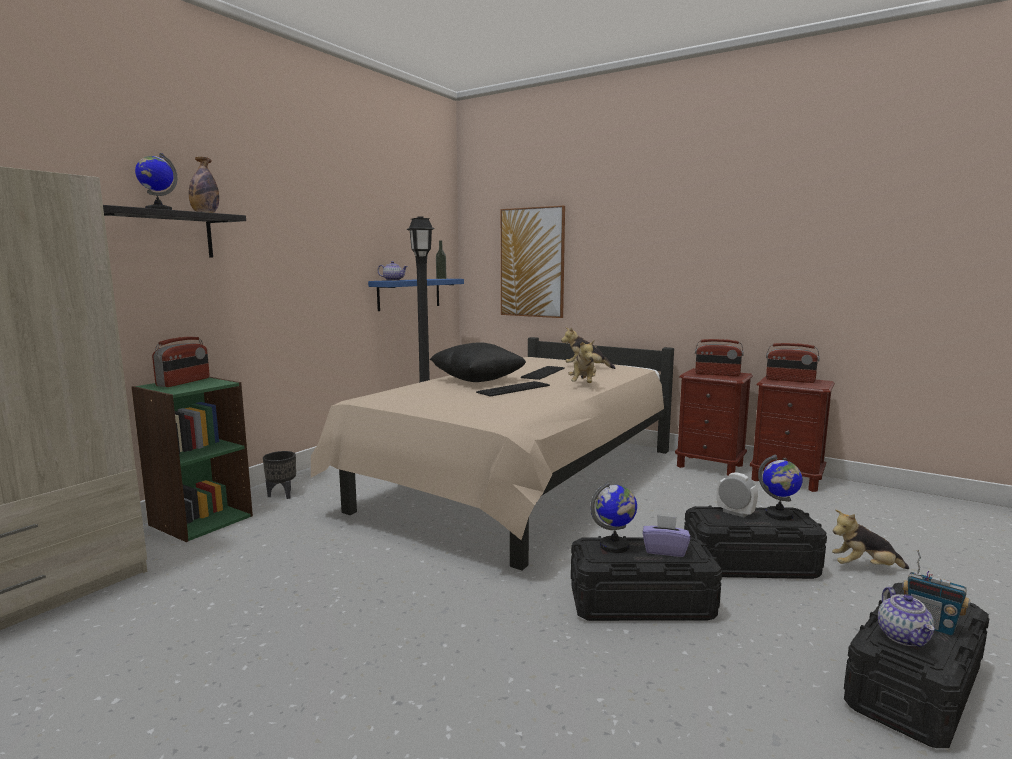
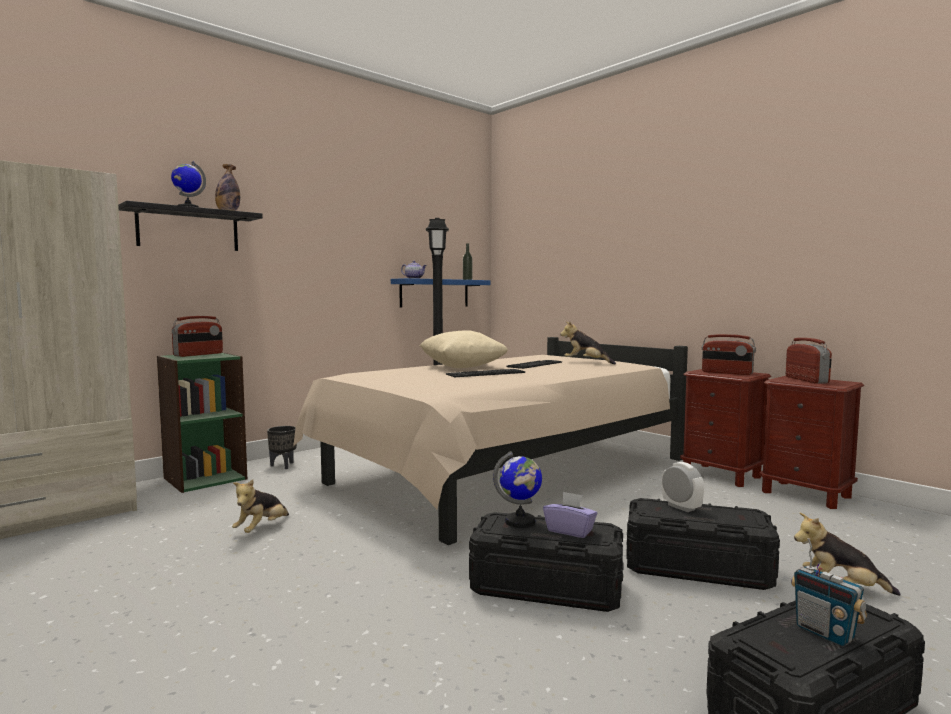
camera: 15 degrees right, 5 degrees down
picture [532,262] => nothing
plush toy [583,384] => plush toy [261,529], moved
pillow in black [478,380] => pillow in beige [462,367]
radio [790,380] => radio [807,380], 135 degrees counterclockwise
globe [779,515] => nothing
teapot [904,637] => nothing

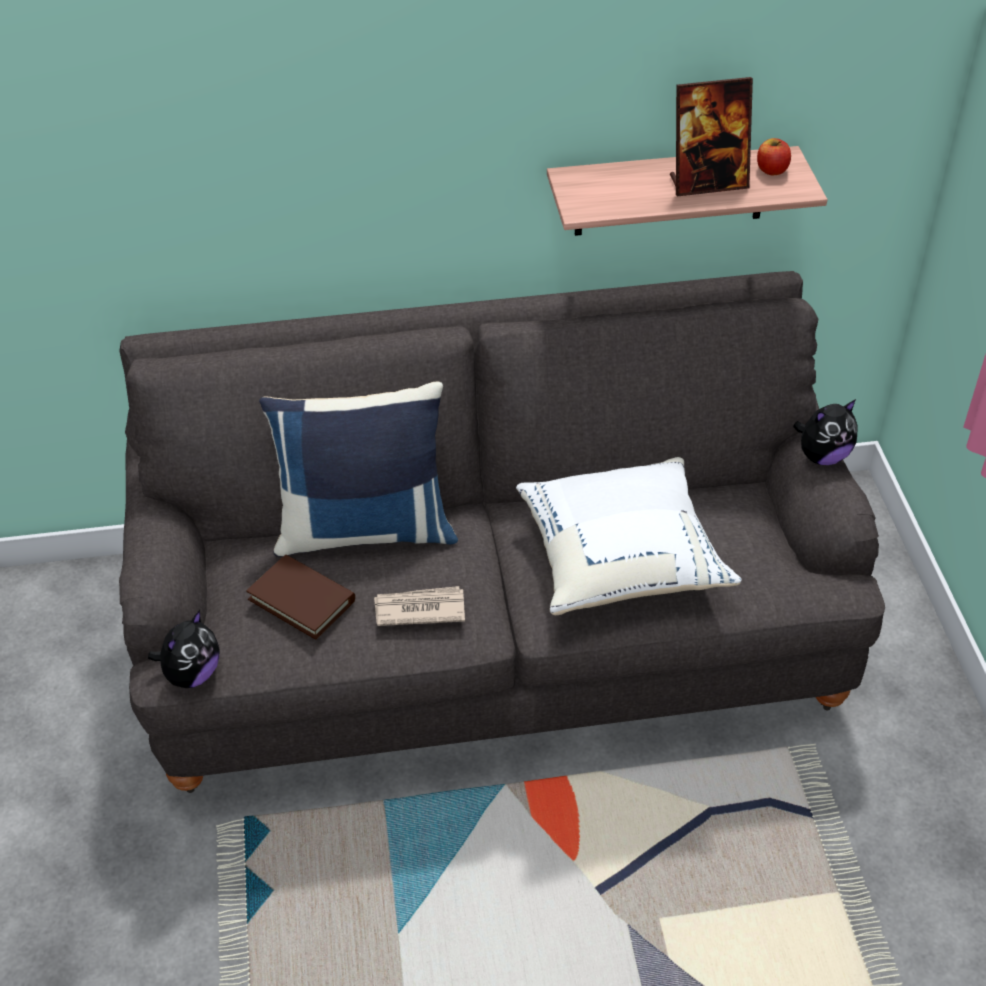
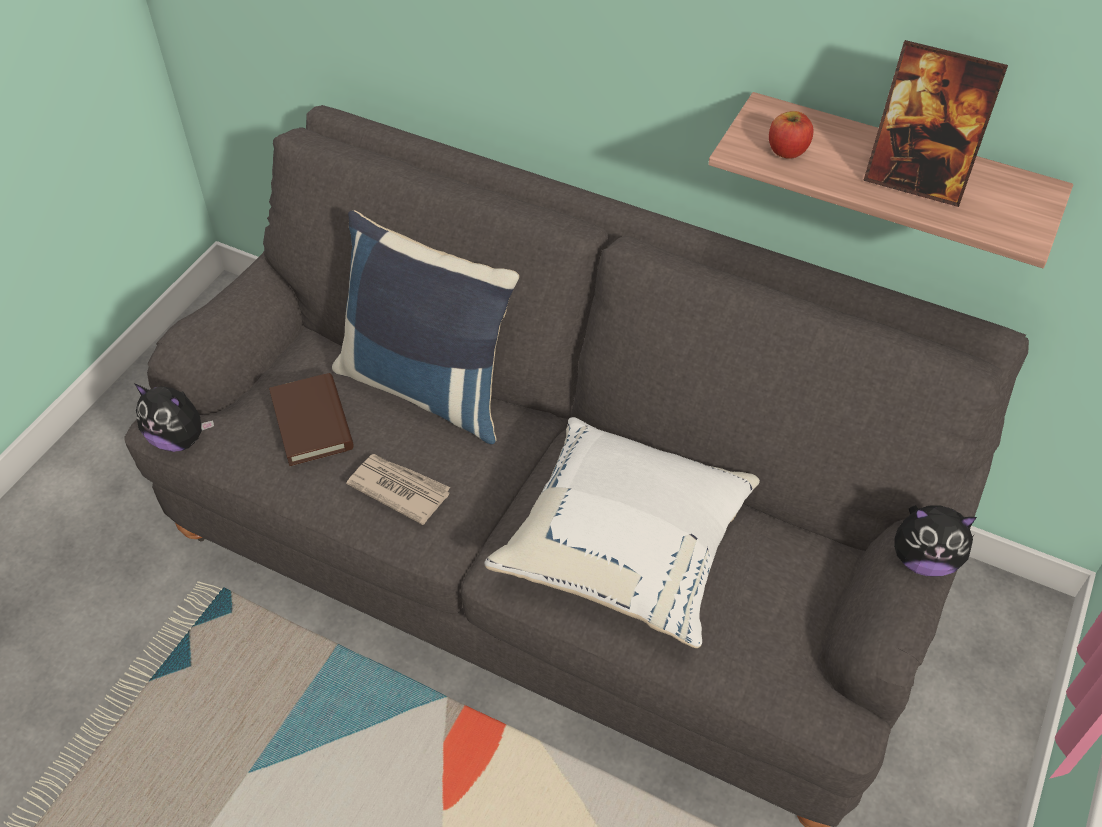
camera: 35 degrees right, 5 degrees up
apple [772,170] => apple [787,150], moved
plush toy [191,674] => plush toy [180,438], 45 degrees clockwise

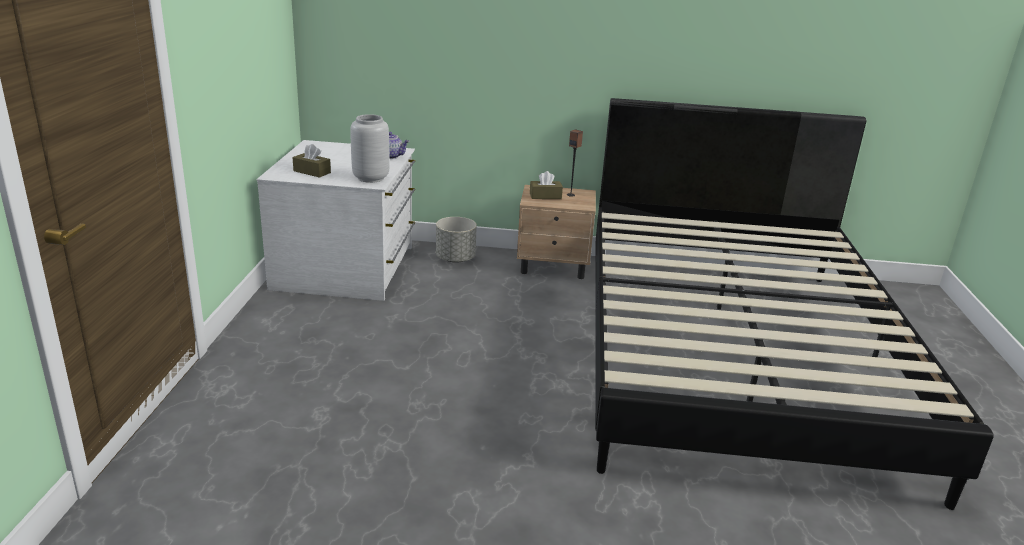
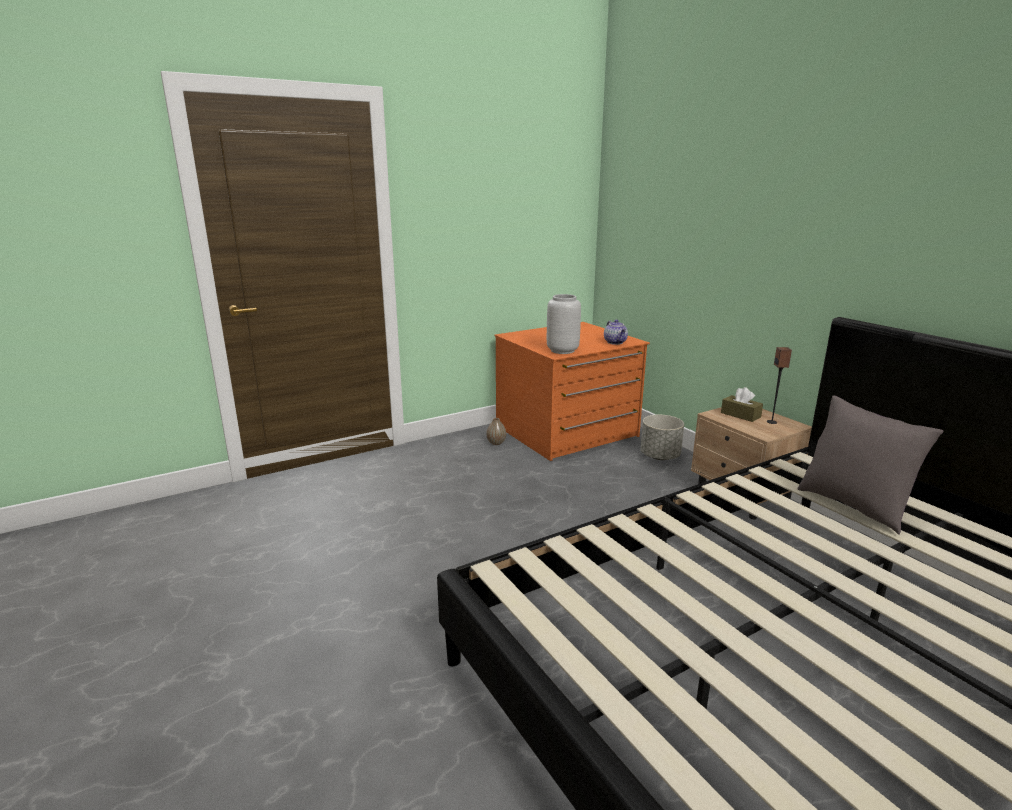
camera: 55 degrees right, 5 degrees down
dresser in white [346,268] => dresser in orange [567,432]
tissue box in brown [312,172] => nothing
nothing => pillow in grey [853,506]
nothing => vase [496,443]

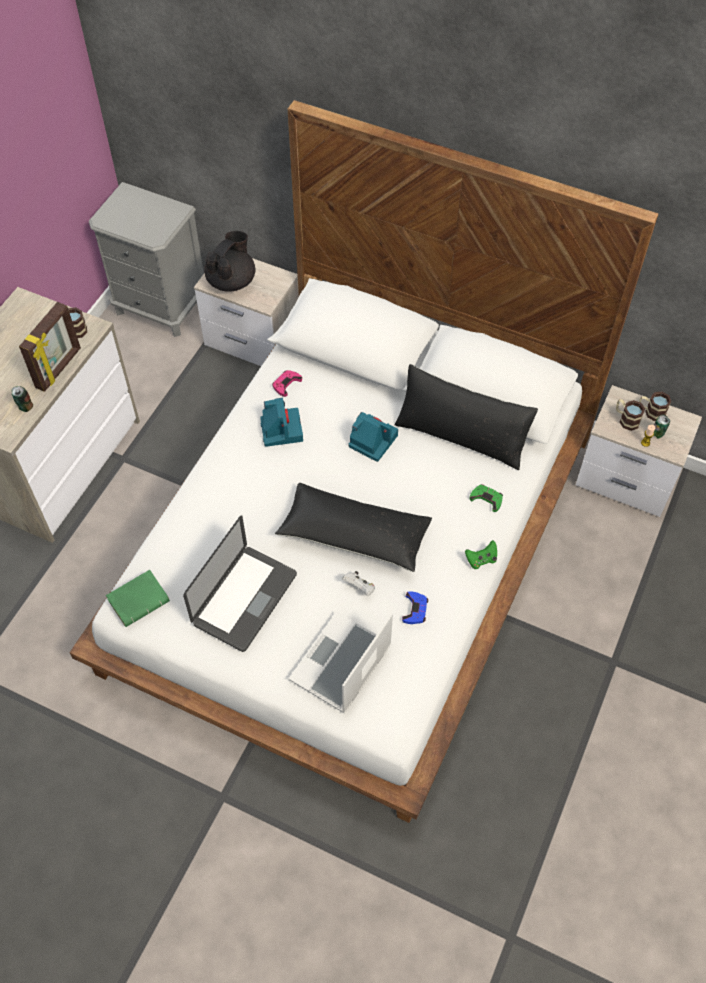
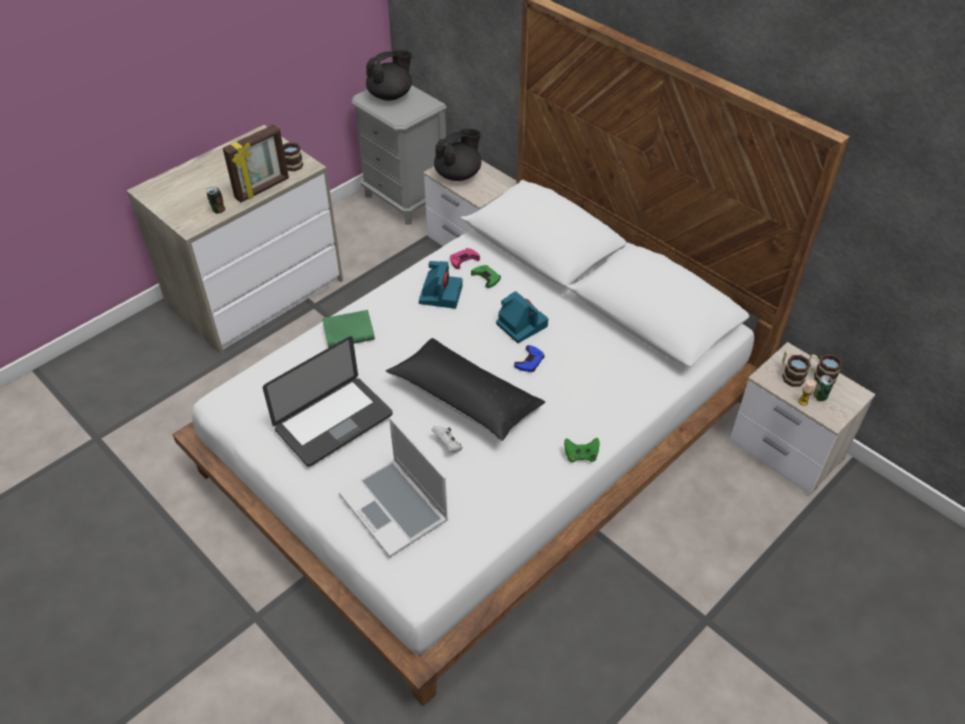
camera: 20 degrees right, 10 degrees down
pillow in black [461,435] => nothing
game controller in green [486,499] => game controller in green [486,278], moved
book in green [139,599] => book in green [350,331], moved
game controller in blue [415,610] => game controller in blue [529,361], moved
laptop [341,665] => laptop [396,508], 90 degrees counterclockwise
nothing => teapot in black [391,95]

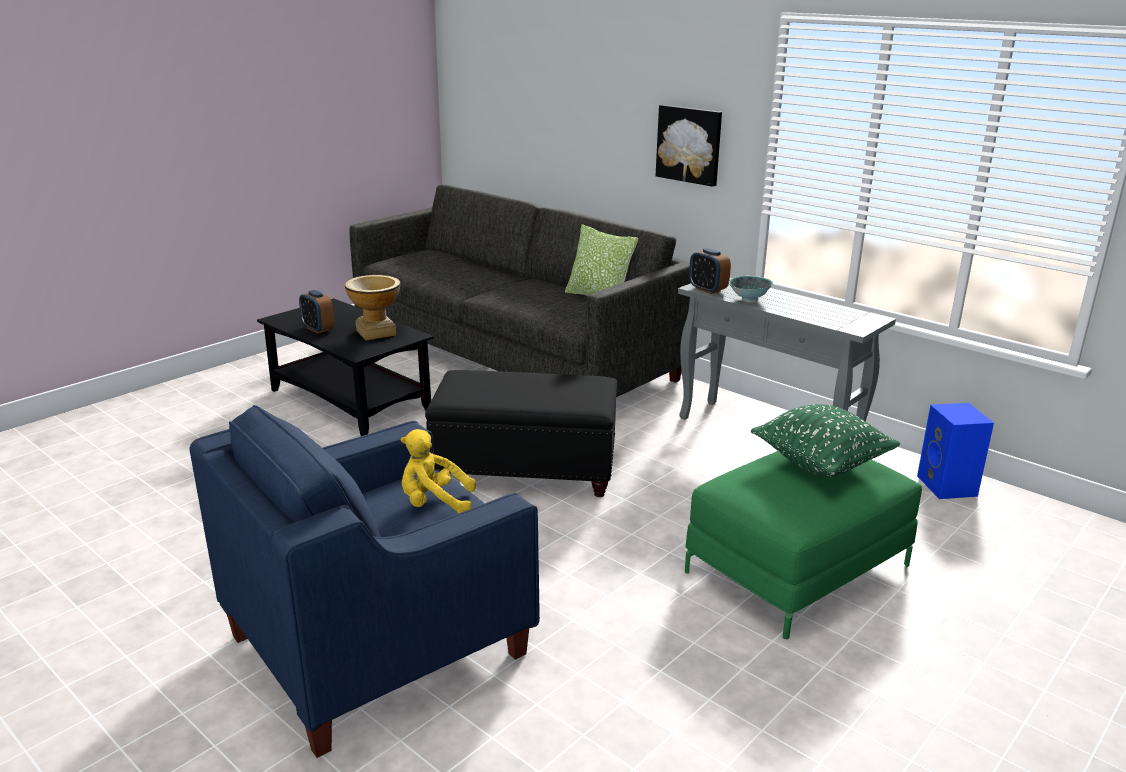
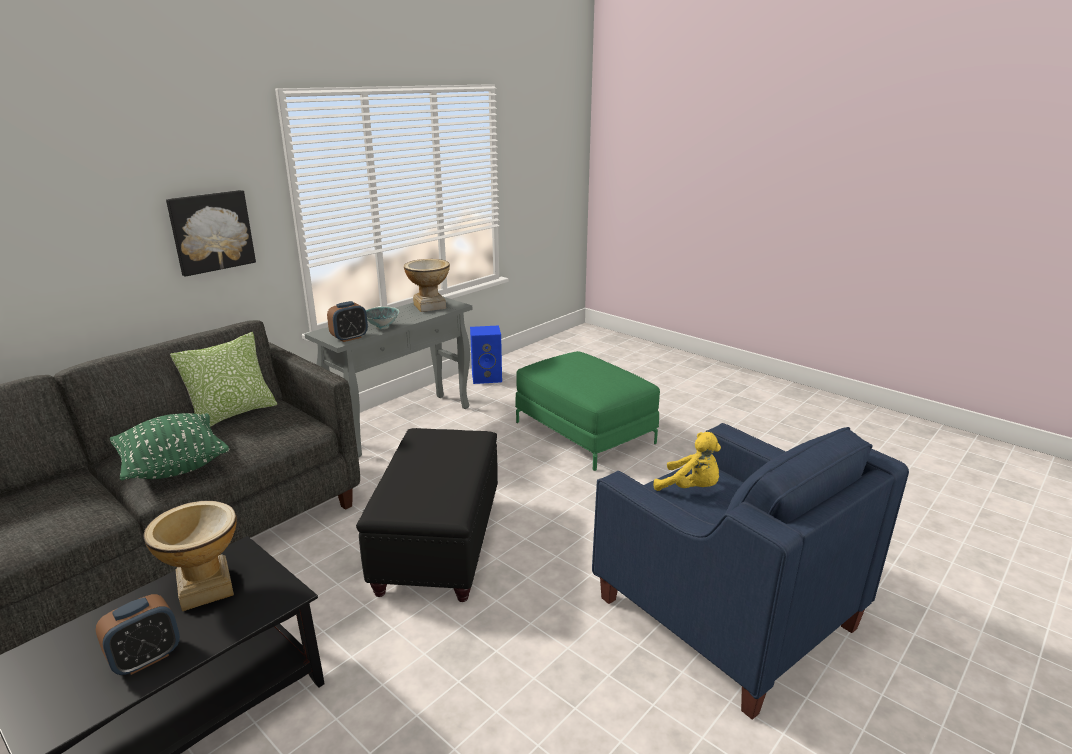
camera: 90 degrees left, 0 degrees up
pillow in green [821,463] => pillow in green [174,467], moved
plush toy in yellow [434,504] => plush toy in yellow [691,488], 60 degrees counterclockwise
nothing => vase [429,306]

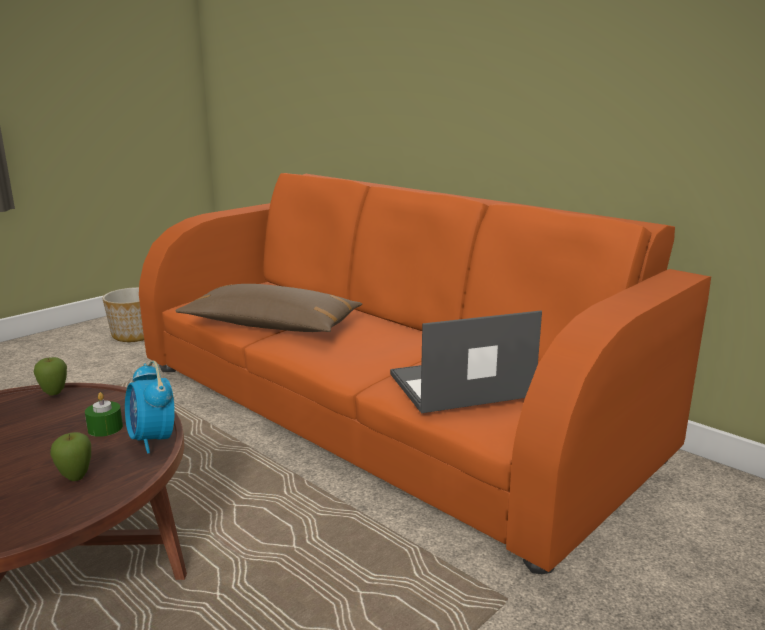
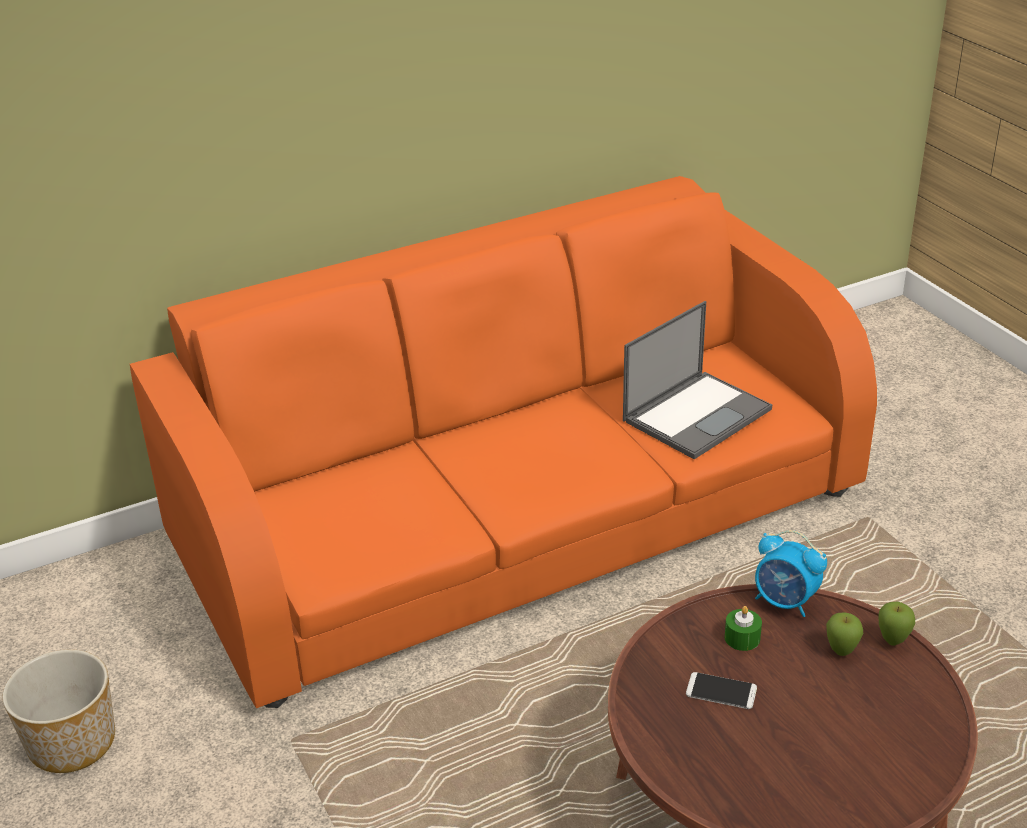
camera: 70 degrees left, 15 degrees up
pillow in brown [271,326] => nothing
laptop [458,386] => laptop [697,414], 135 degrees counterclockwise
apple [54,394] => apple [892,641], moved
alarm clock [152,440] => alarm clock [785,602], 45 degrees clockwise
nothing => phone [721,691]

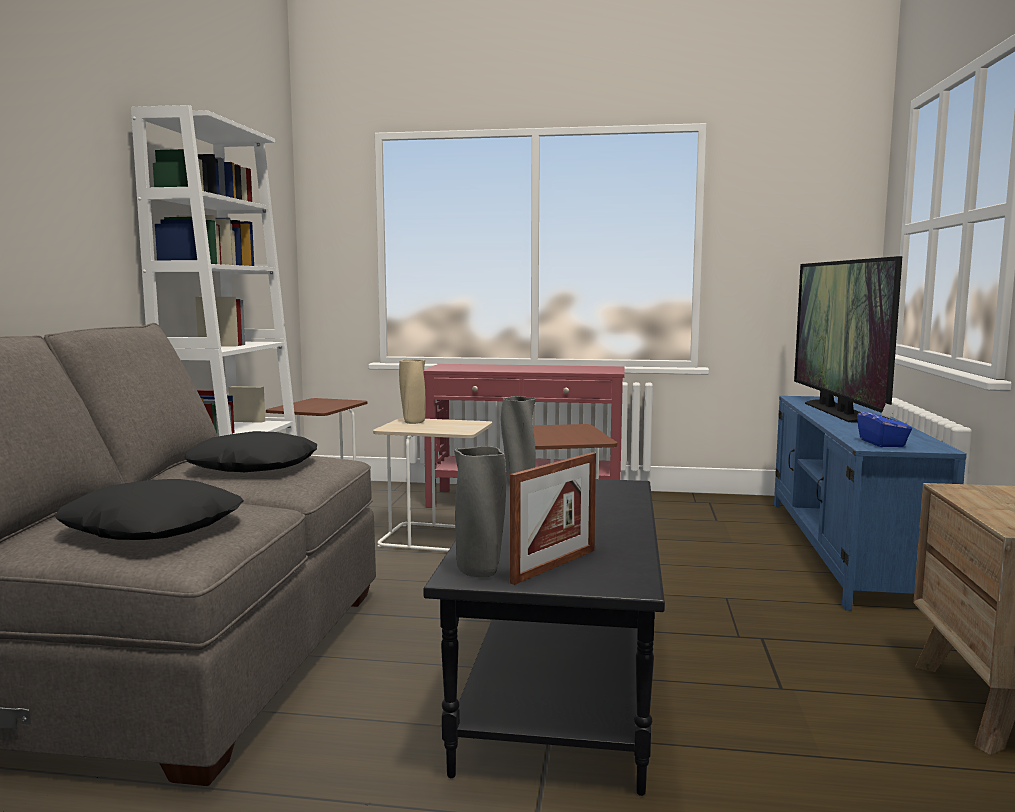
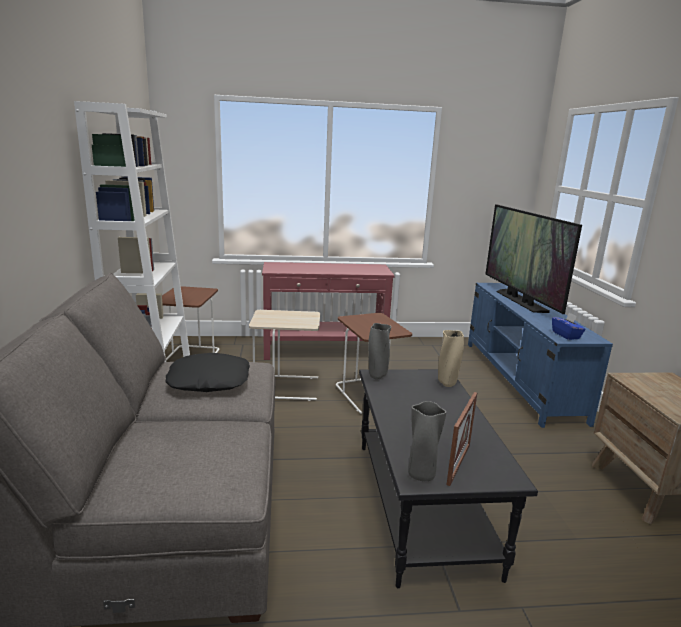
camera: 15 degrees left, 10 degrees up
vase in beige [413,422] => vase in beige [447,383], moved
pillow in black [154,527] => nothing

